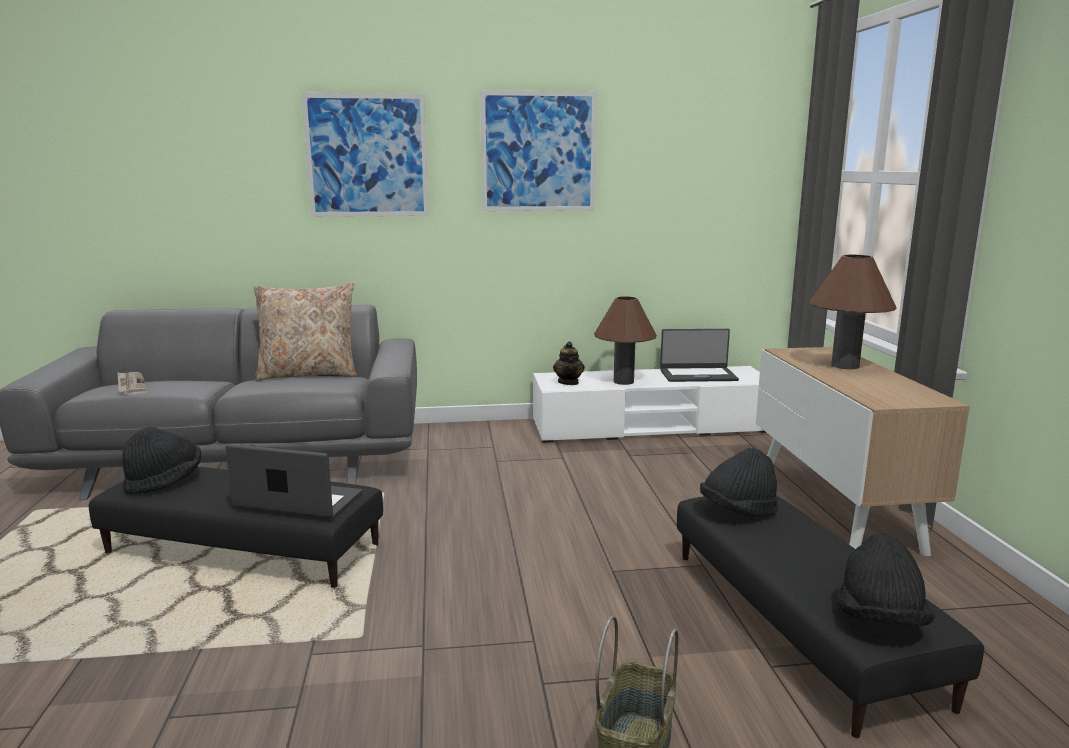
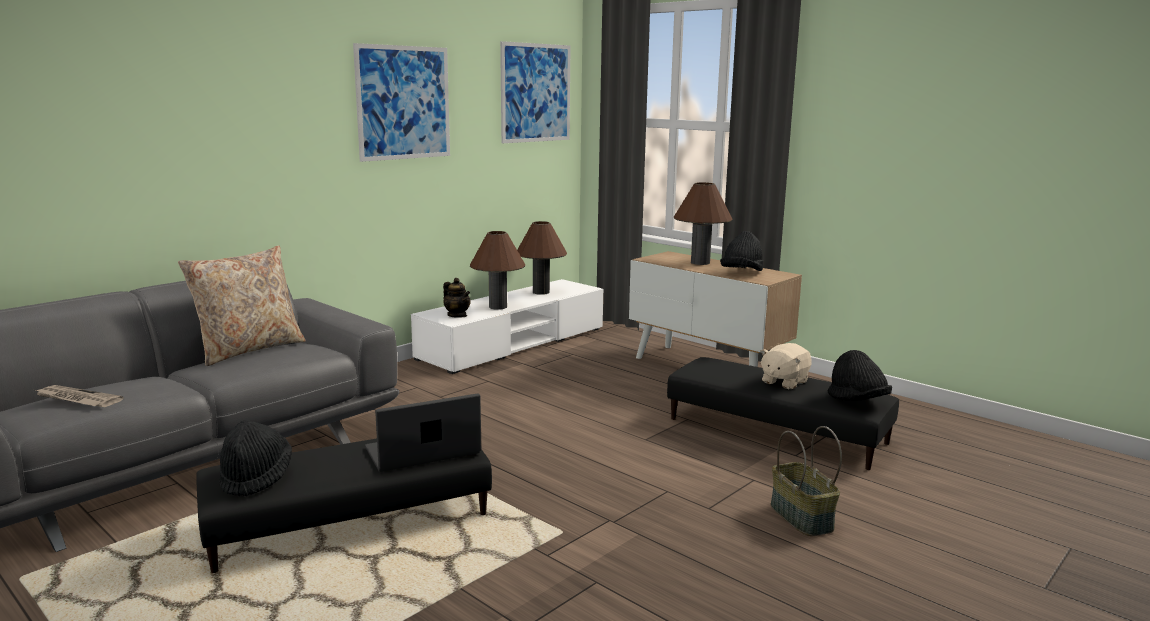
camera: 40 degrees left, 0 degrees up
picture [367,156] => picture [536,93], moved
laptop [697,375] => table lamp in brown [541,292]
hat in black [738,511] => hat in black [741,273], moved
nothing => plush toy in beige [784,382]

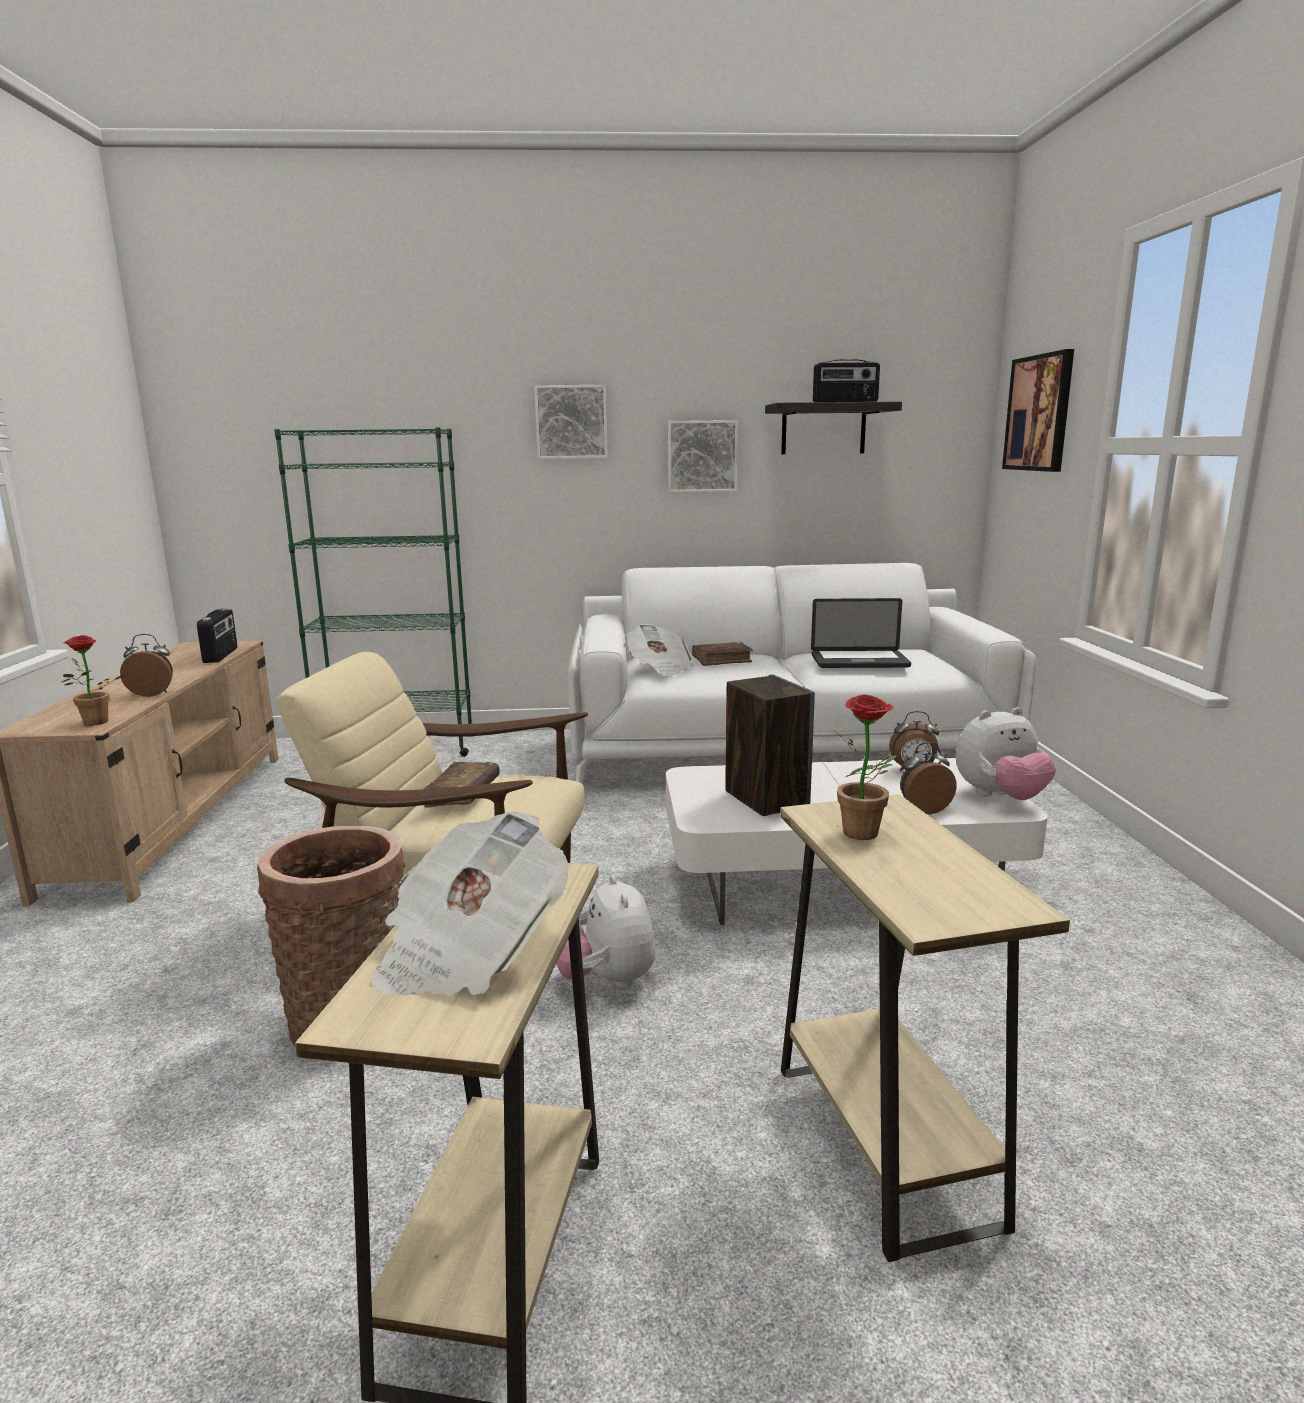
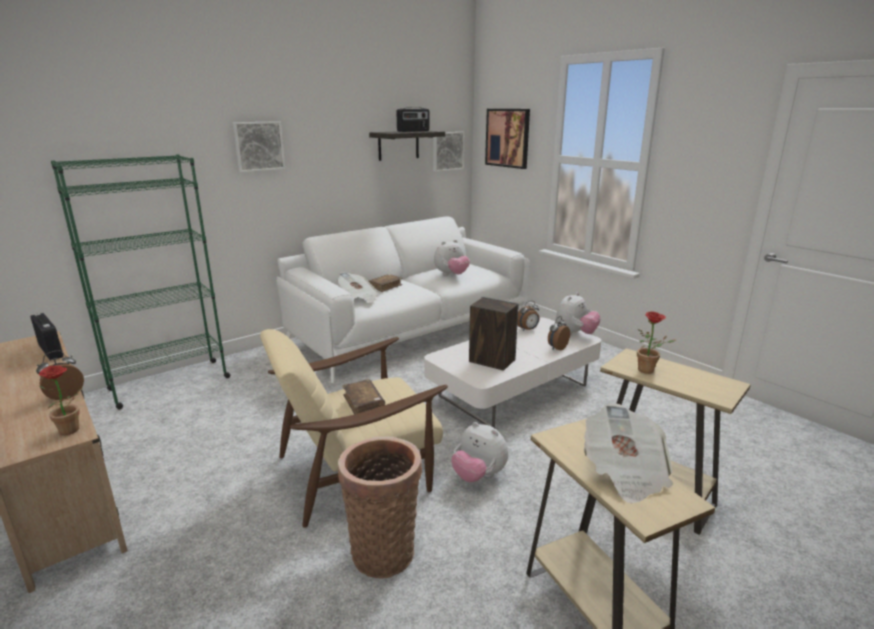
camera: 35 degrees left, 5 degrees up
picture [702,456] => picture [447,151], moved
laptop [859,661] => plush toy [451,275]

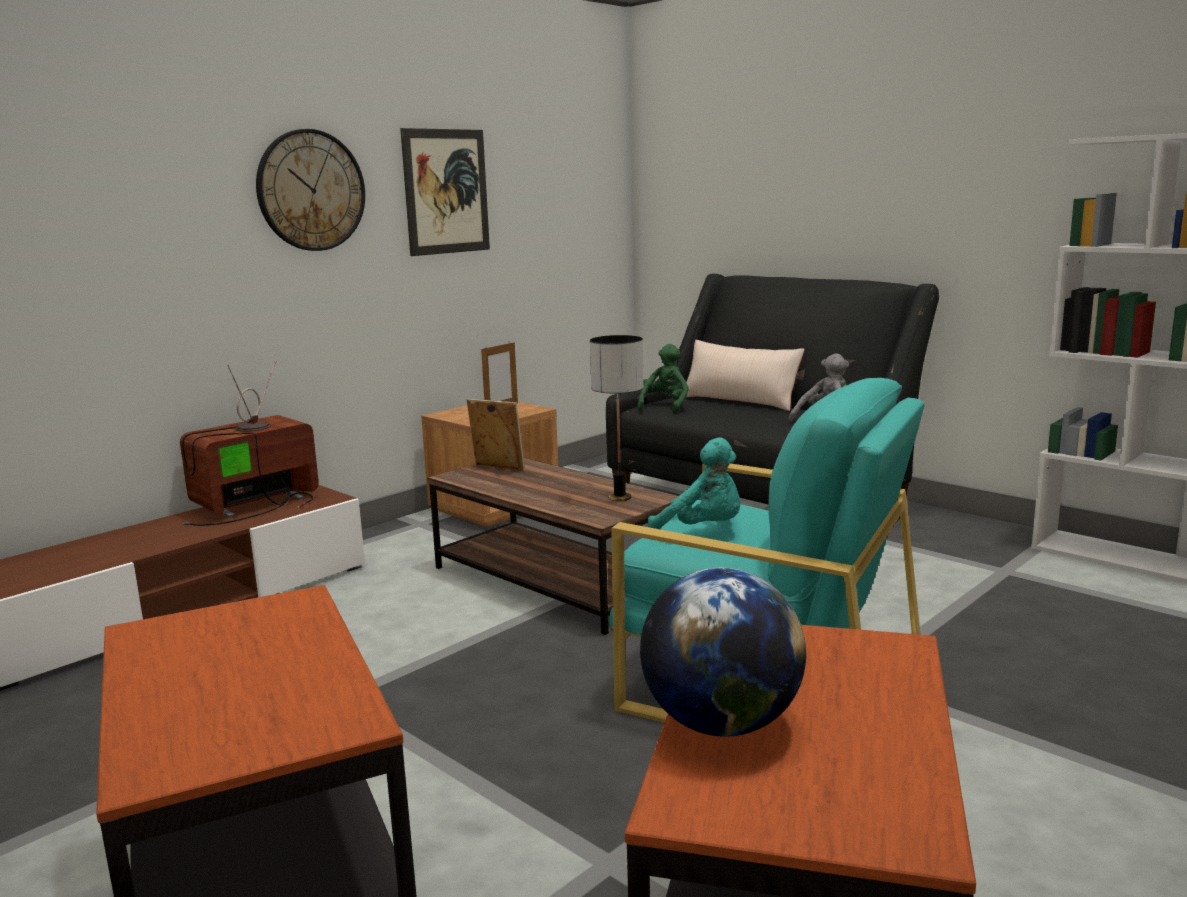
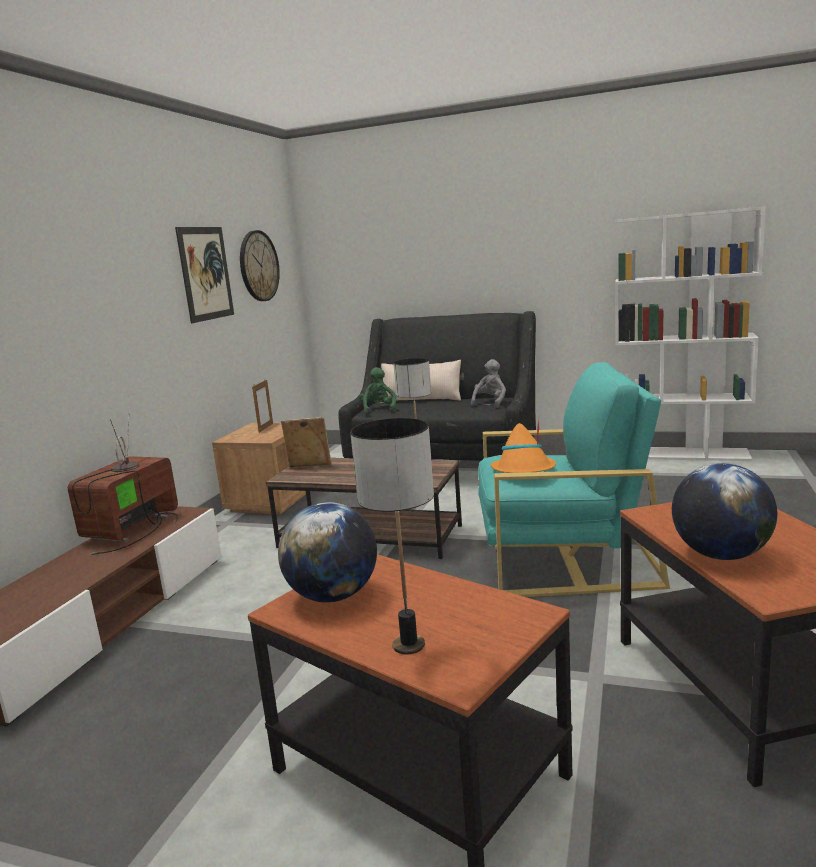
camera: 25 degrees left, 0 degrees up
wall clock [311,190] => wall clock [258,266], moved
plush toy in turquoise [703,530] => hat in orange [524,471]
nothing => table lamp [409,645]
nothing => globe [333,596]

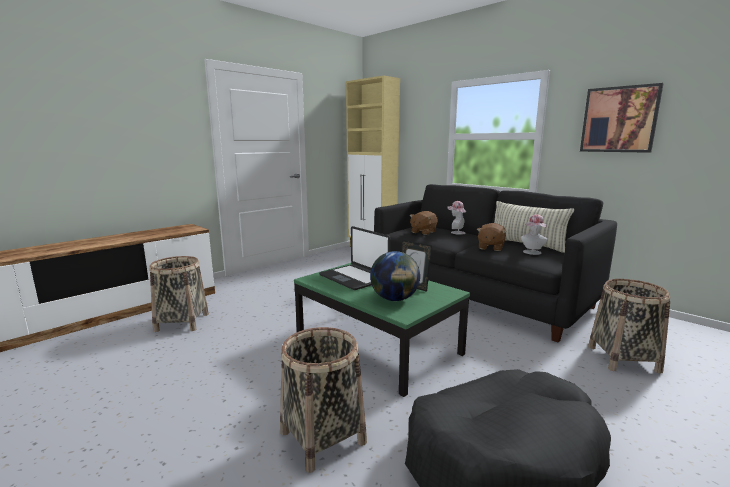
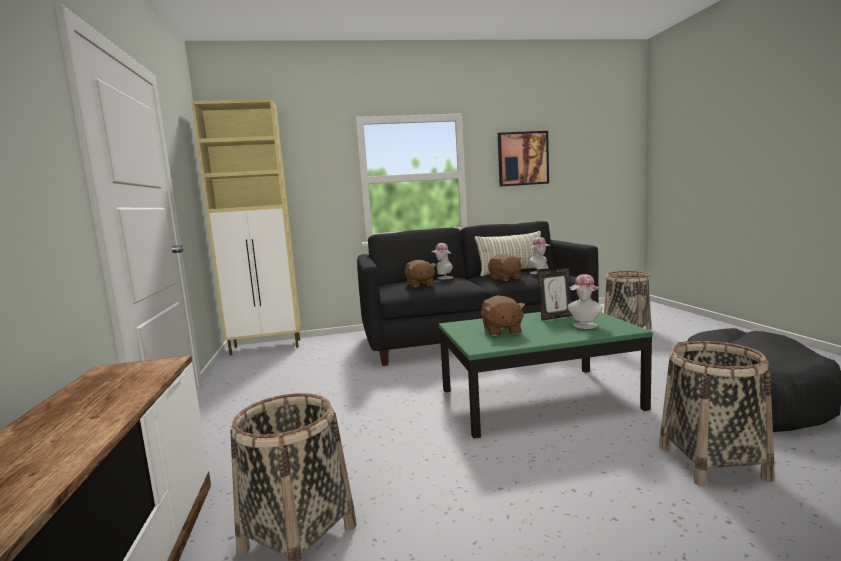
camera: 55 degrees left, 5 degrees down
laptop [354,277] => plush toy in brown [501,331]
globe [394,299] => hat [584,326]

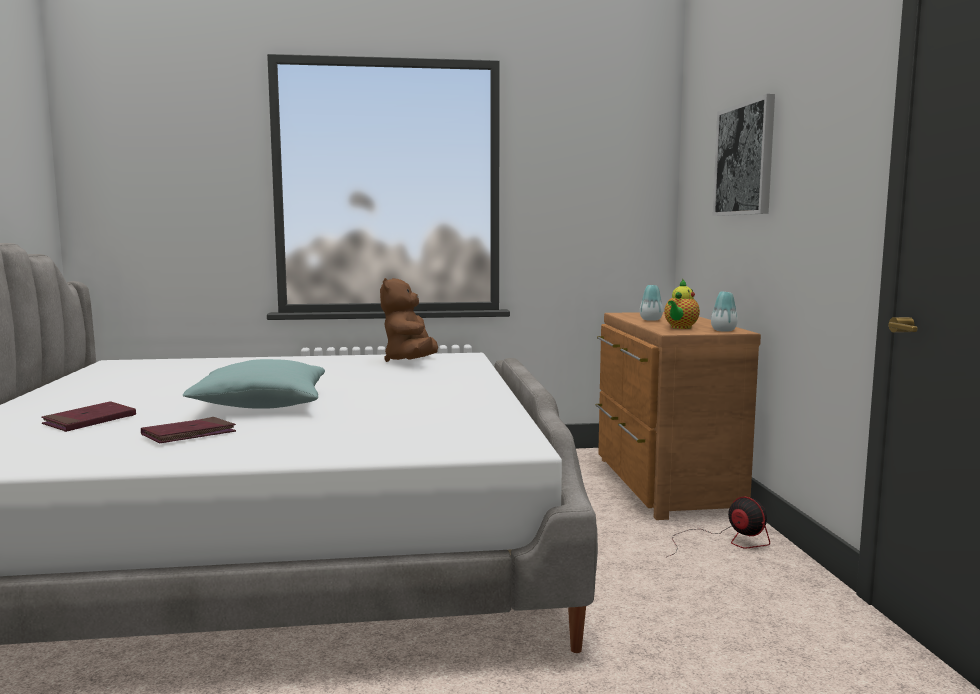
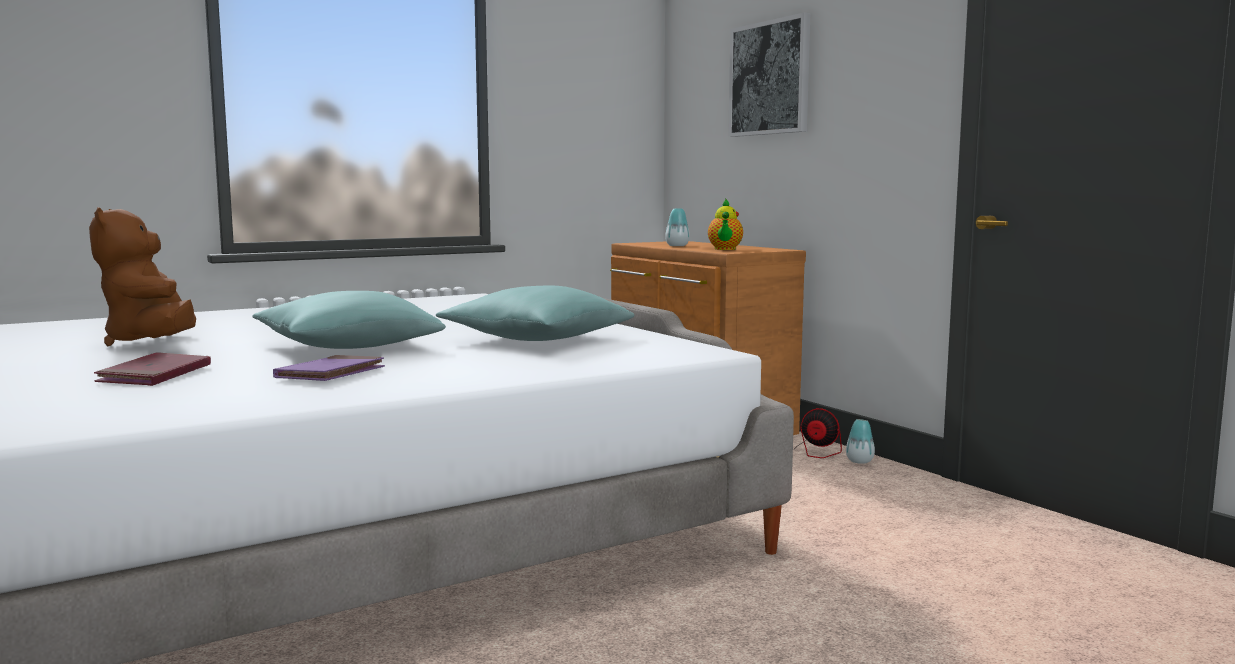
camera: 25 degrees left, 0 degrees up
plush toy in brown [411,362] => plush toy in brown [153,343], moved
vase [723,330] => vase [859,461], moved
book in red [189,434] => book in purple [331,374]
nothing => pillow in turquoise [536,339]

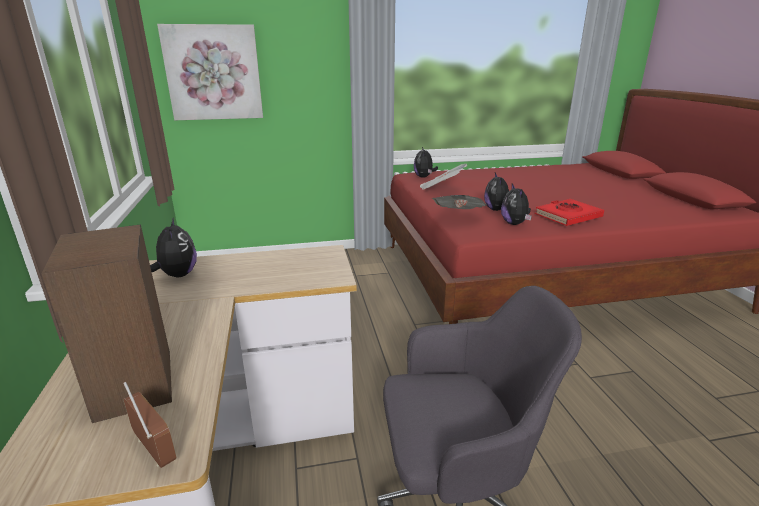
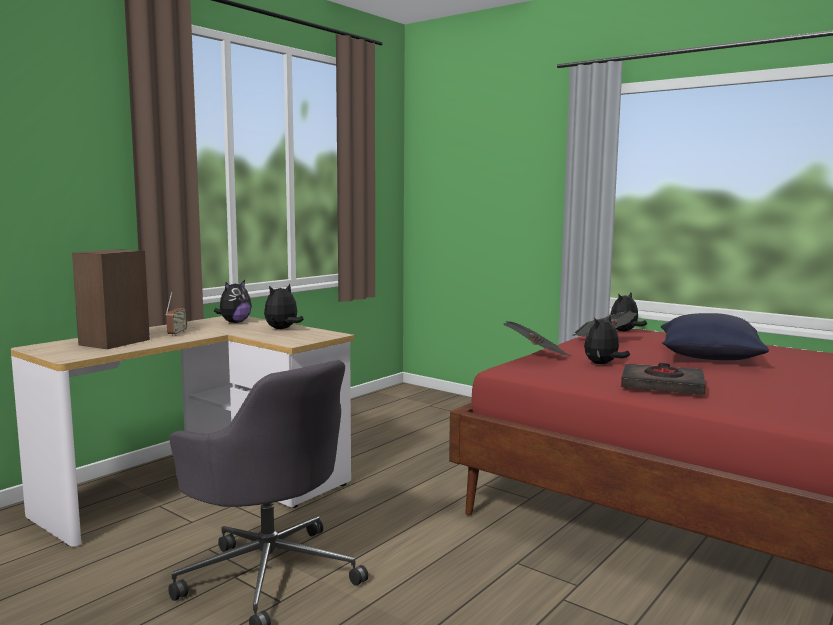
camera: 50 degrees right, 15 degrees down
picture [213,73] => nothing
plush toy [514,223] => plush toy [282,329], moved
book in red [567,216] => book in black [662,385]
radio [154,450] => radio [177,333], moved
nothing => pillow in blue [708,357]

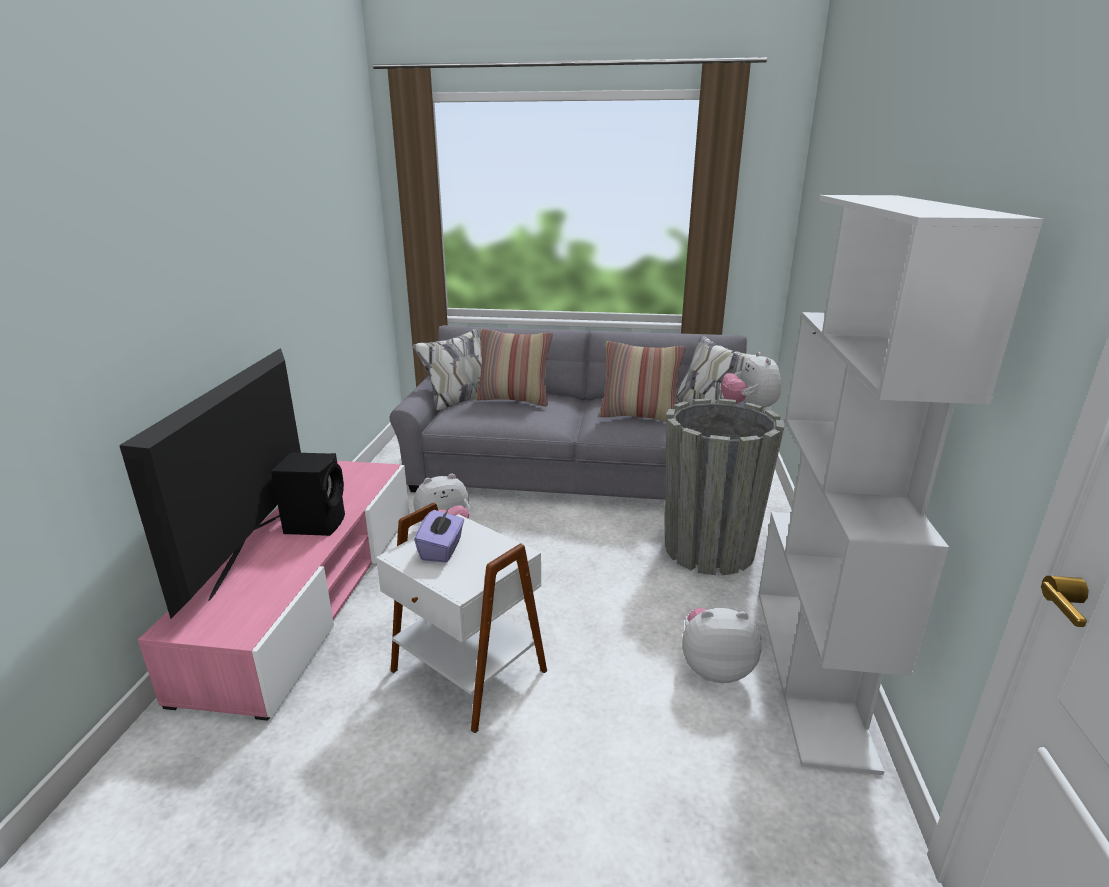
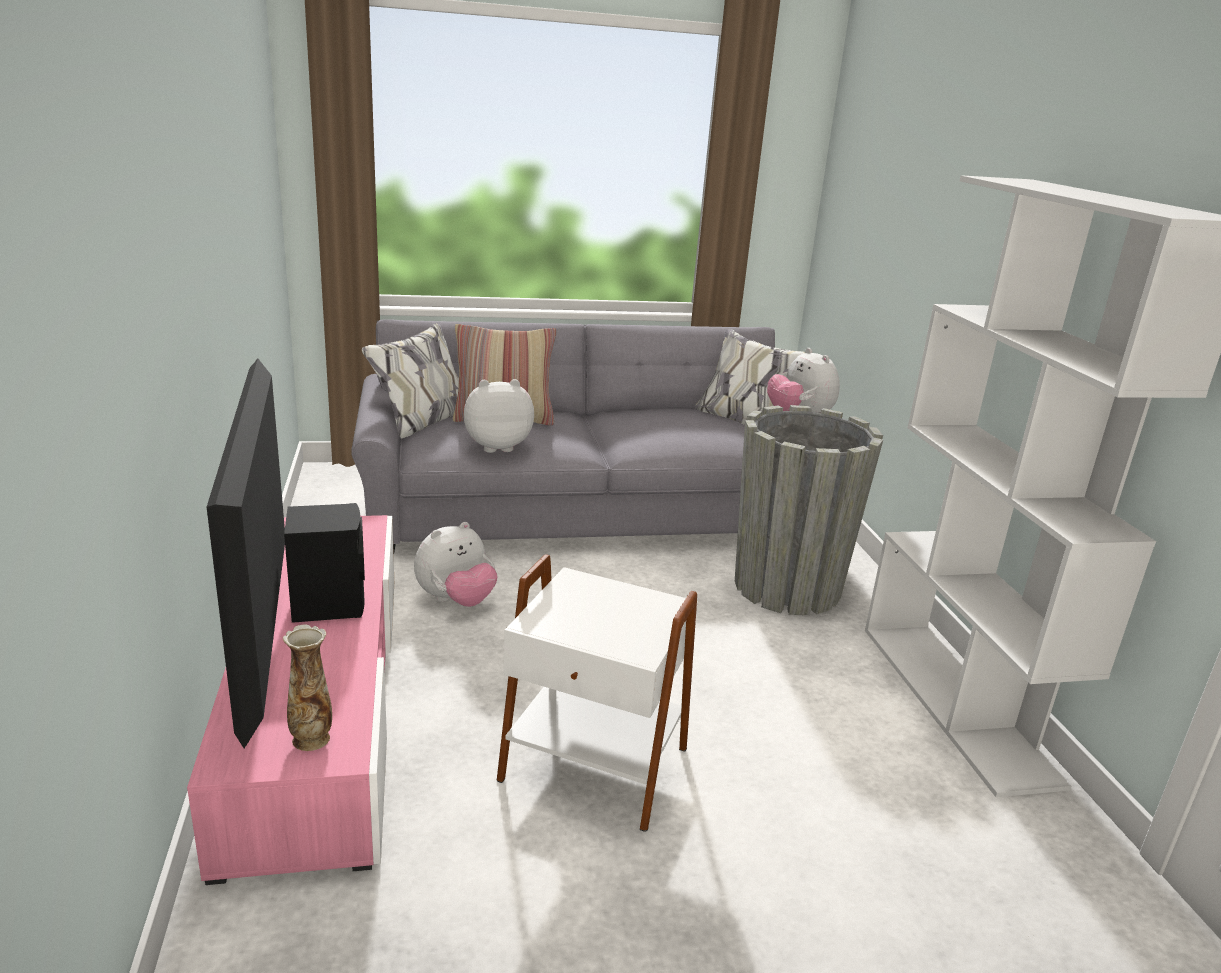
camera: 20 degrees left, 0 degrees up
pillow [639,416] => nothing
tissue box in purple [442,550] => nothing
plush toy [715,668] => plush toy [497,446], moved
nothing => vase [311,738]

